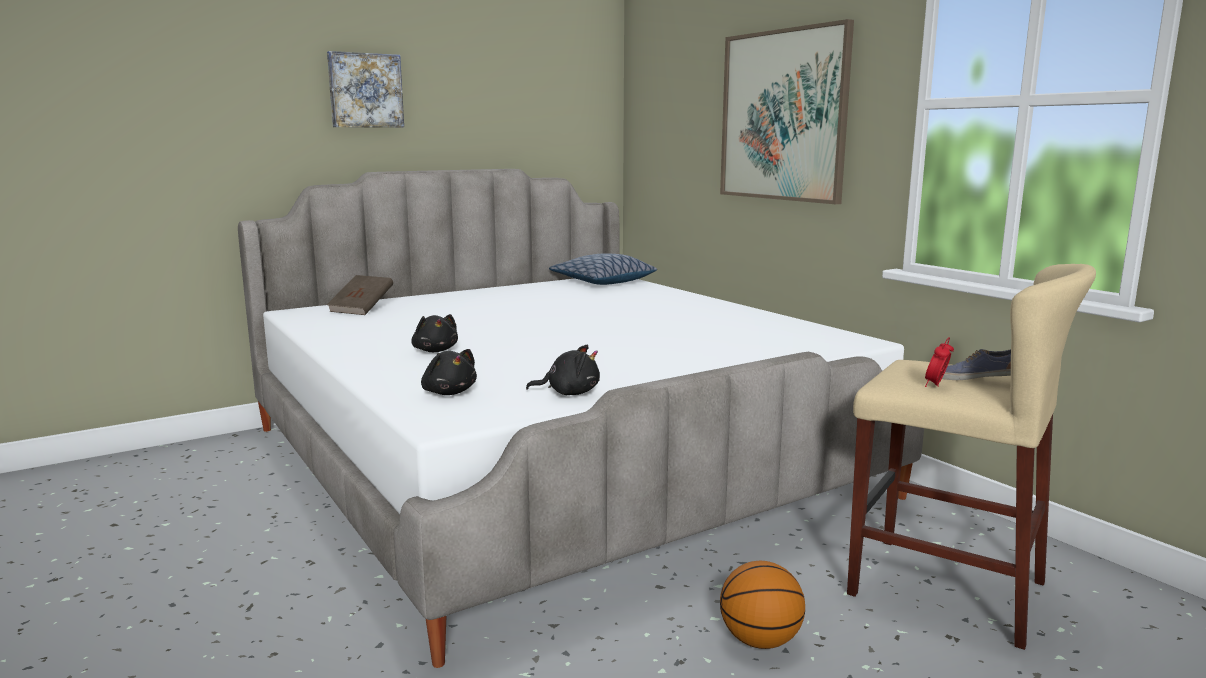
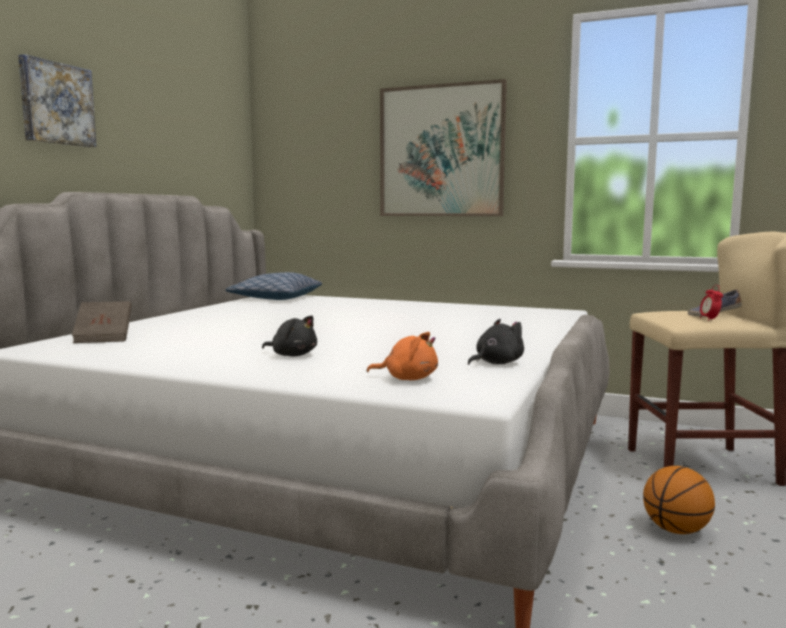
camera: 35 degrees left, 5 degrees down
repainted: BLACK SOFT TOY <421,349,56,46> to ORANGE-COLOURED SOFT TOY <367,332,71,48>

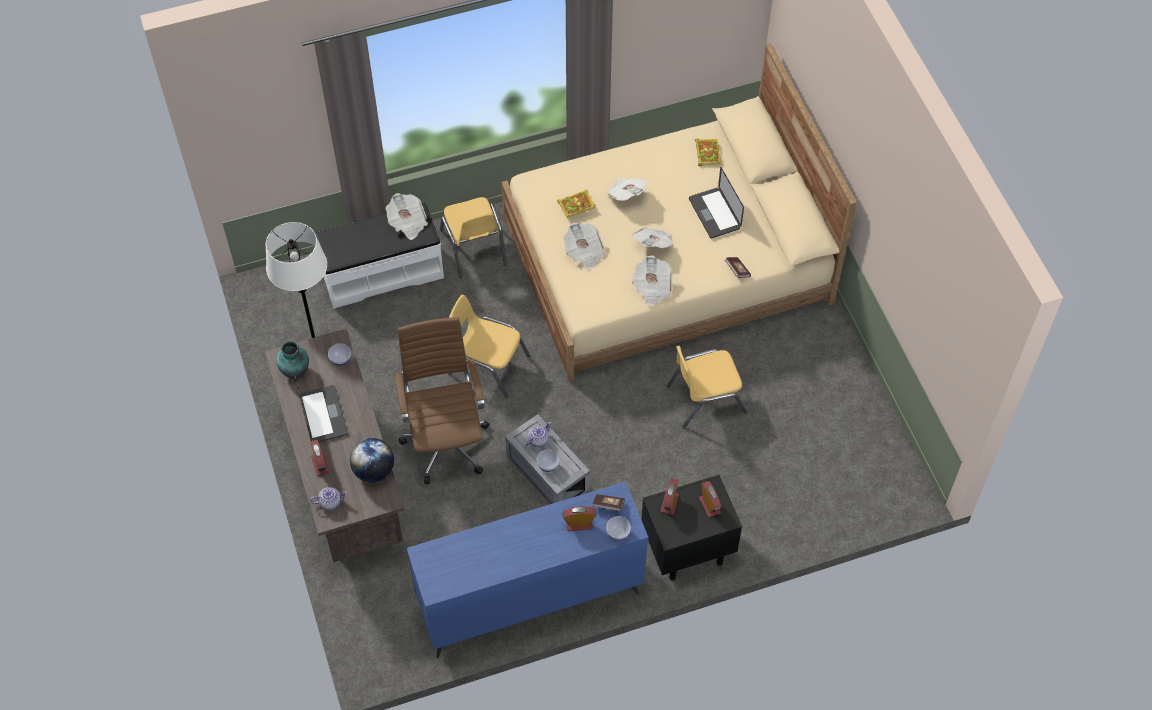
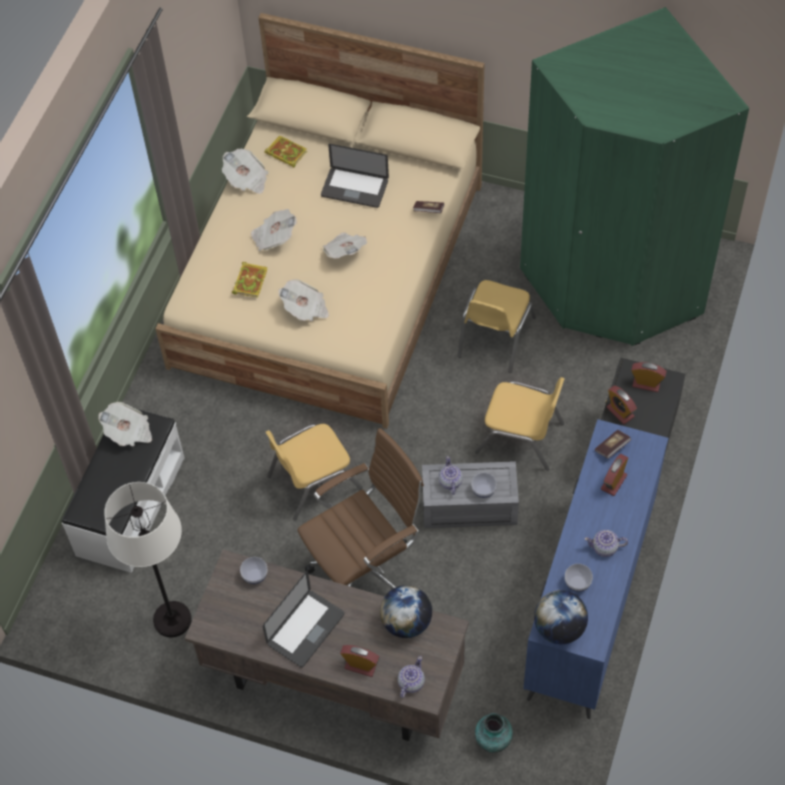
camera: 50 degrees left, 0 degrees up
new: GREEN CLOTHES CUPBOARD <520,7,229,339>; GLOBE <534,590,54,54>; TEAPOT <584,530,44,27>
shifted: PRINTED PAPER <632,256,41,50> to <222,149,46,45>; YELLOW-COLOURED CHAIR <440,197,67,81> to <475,377,90,94>; DECORATIVE VASE <276,341,33,38> to <475,713,38,40>; SERVING BOWL <606,516,25,25> to <565,564,28,28>
rotated: LAPTOP <294,375,54,67> = <263,571,81,97> 105 degrees clockwise; BROWNISH DESK CHAIR <395,317,94,167> = <298,428,126,161> 120 degrees clockwise

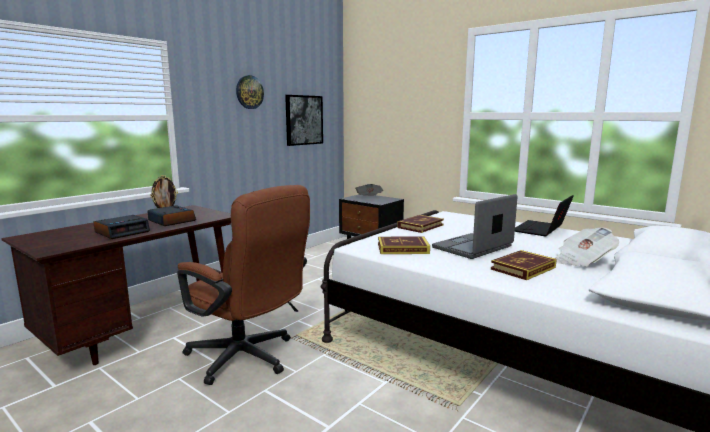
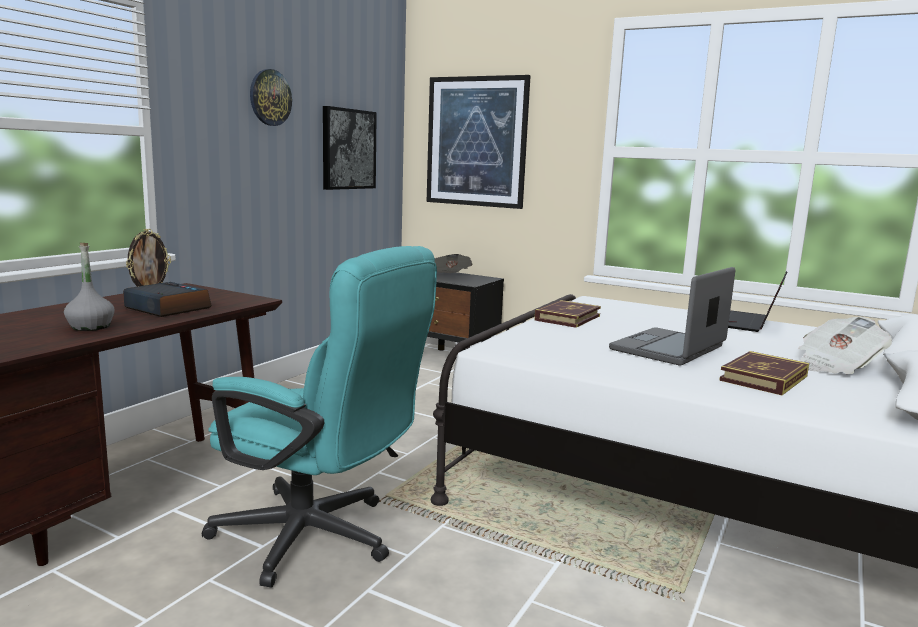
camera: 10 degrees left, 0 degrees up
gone: VOLUME <378,236,52,18>
new: WALL ART <427,75,104,134>
swapped: TABLE CLOCK <93,215,57,24> to GRAY DRINK BOTTLE <64,242,51,89>
repainted: BROWNISH DESK CHAIR <177,185,133,200> to TURQUOISE-COLOURED DESK CHAIR <202,246,235,342>

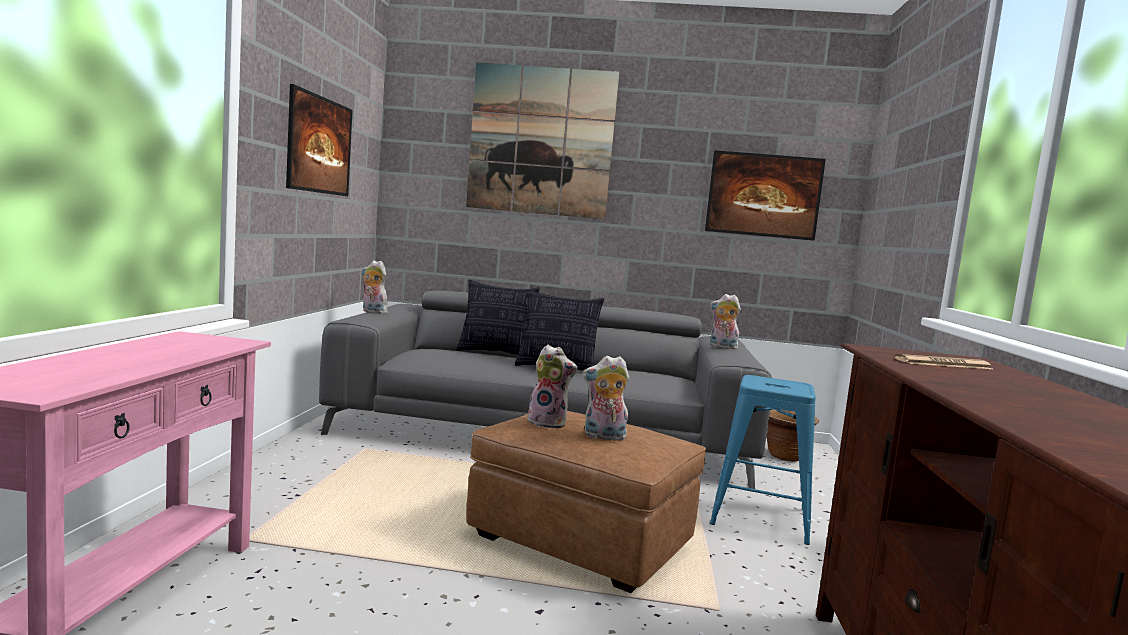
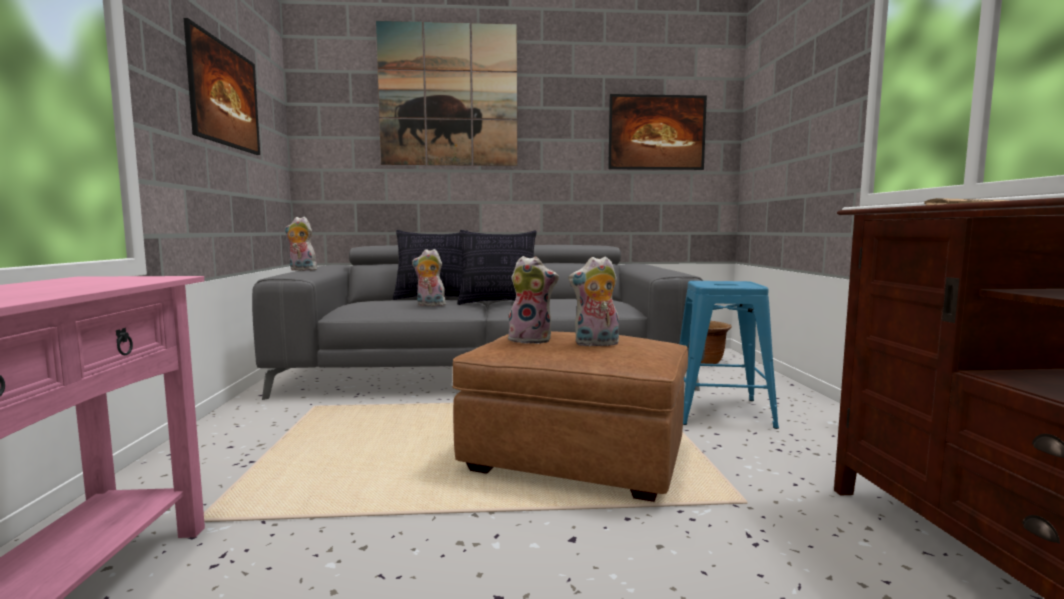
camera: 10 degrees left, 0 degrees up
shifted: SOFT TOY <710,294,31,55> to <412,249,35,57>

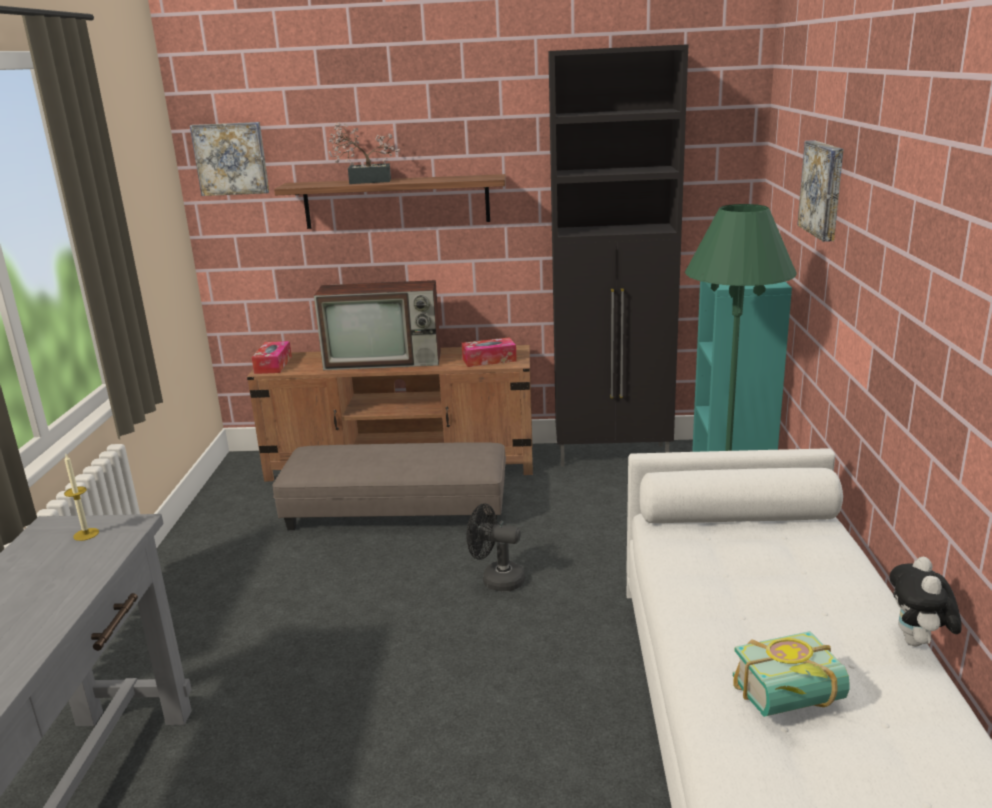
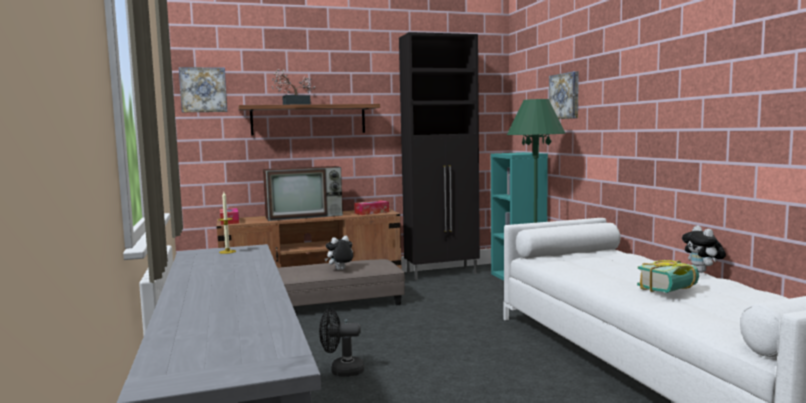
camera: 20 degrees left, 15 degrees down
new: SOFT TOY <325,236,28,34>
shifted: BLACK COOLING FAN <466,504,59,87> to <319,308,45,69>

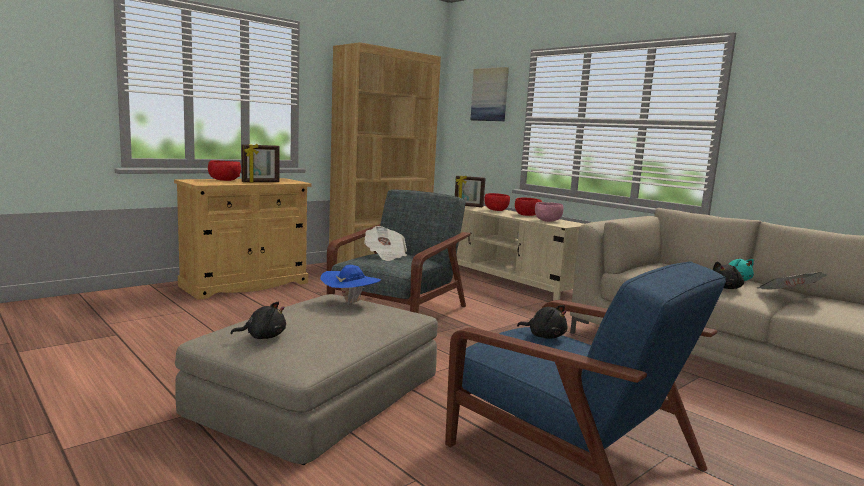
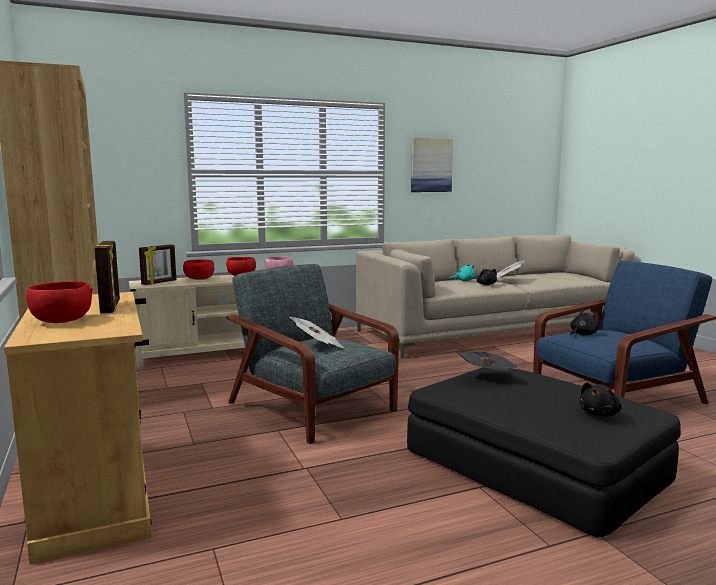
camera: 70 degrees left, 0 degrees up
shifted: WALL ART <470,67,39,54> to <411,138,42,54>
swapped: BLUE-COLOURED CLOTHING HAT <320,265,61,40> to PRINTED PAPER <456,352,61,18>
repainted: SAND-COLOURED POUFFE <175,294,263,171> to BLACK POUFFE <407,367,274,171>
rotated: BLACK SOFT TOY <230,302,56,37> = <579,382,43,34> 150 degrees counterclockwise

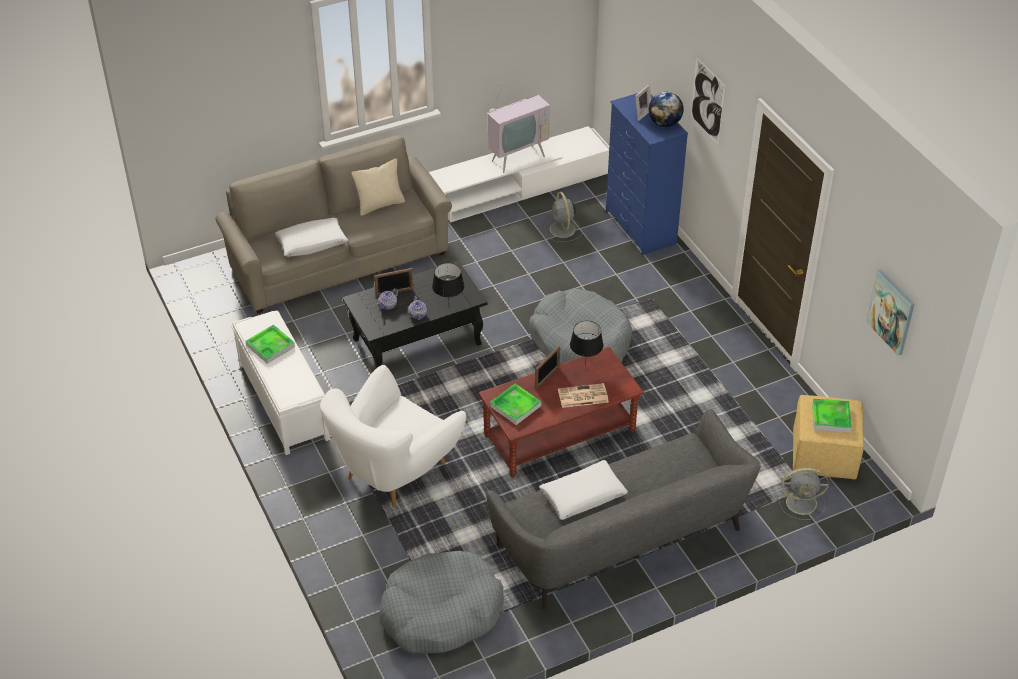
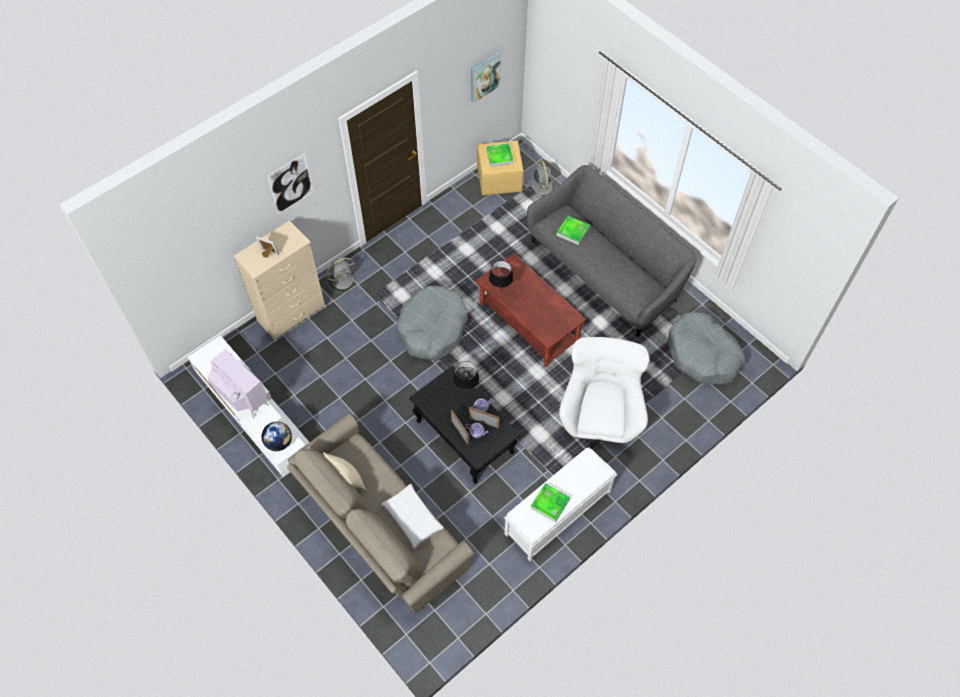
camera: 105 degrees left, 15 degrees up
gone: WHITISH CUSHION <539,460,89,60>; PRINTED PAPER <558,383,51,25>
shifted: GLOBE <648,92,36,35> to <262,421,30,30>; GRAY COOLING FAN <544,192,39,50> to <326,258,32,35>; PICTURE FRAME <535,345,25,45> to <469,407,31,22>; CARRYING TRAY <490,383,51,42> to <557,216,33,29>
repainted: BLUE-COLOURED CHEST OF DRAWERS <606,93,82,162> to SAND-COLOURED CHEST OF DRAWERS <234,220,92,121>
rotated: WHITISH ARMCHAIR <320,365,146,142> = <559,337,91,108> 105 degrees counterclockwise

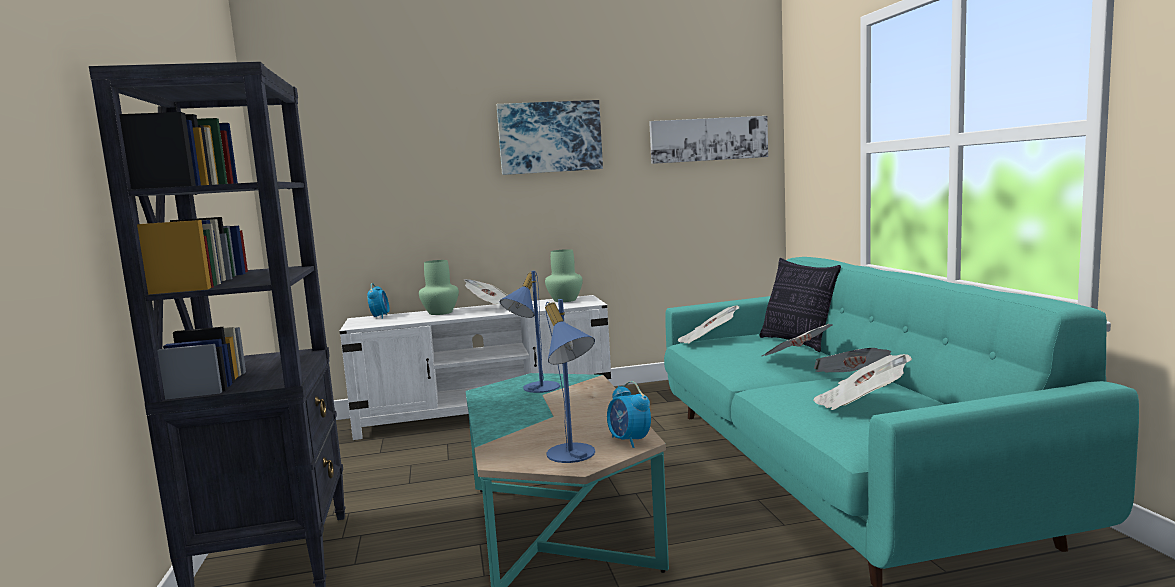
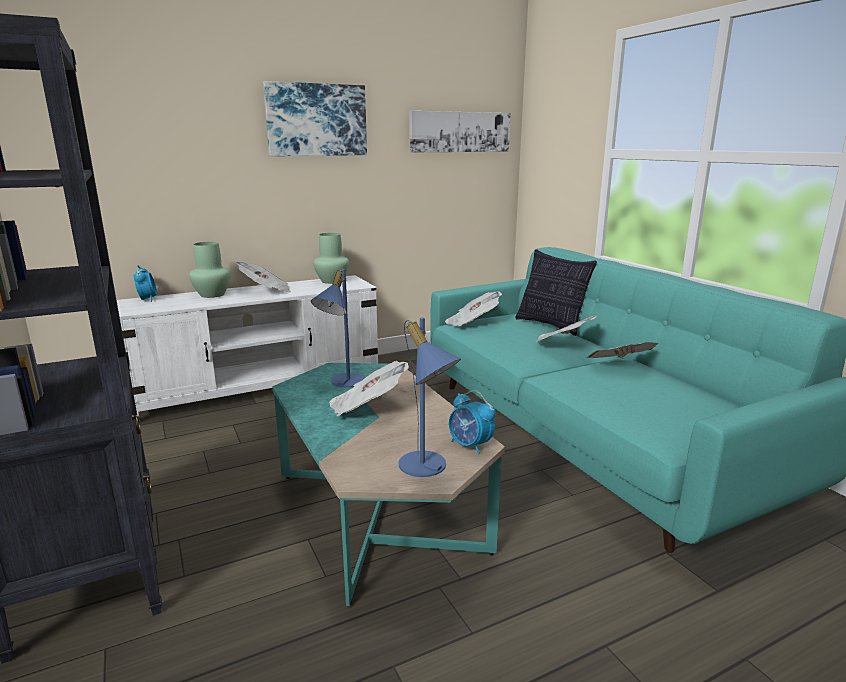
camera: 15 degrees left, 10 degrees up
shifted: PRINTED PAPER <813,354,99,56> to <329,361,80,56>

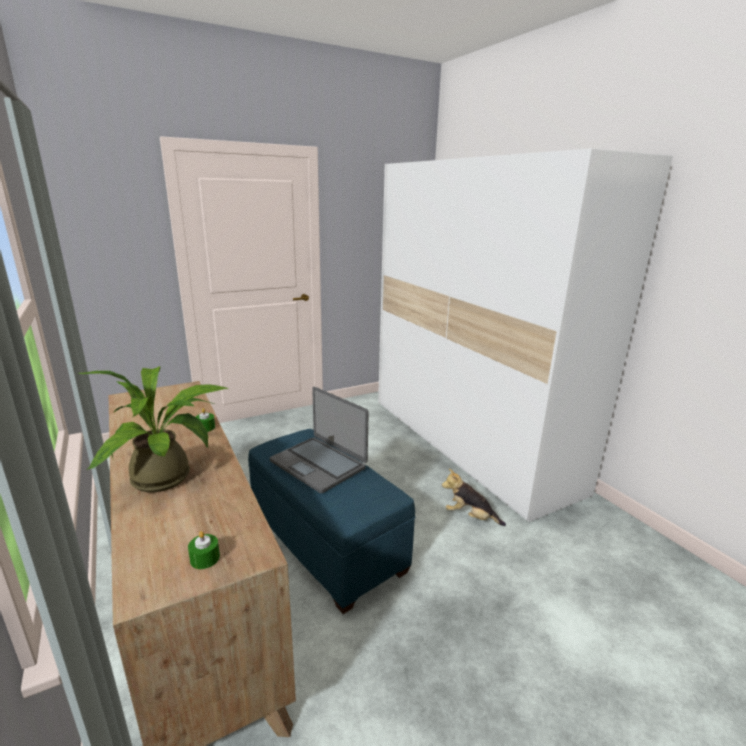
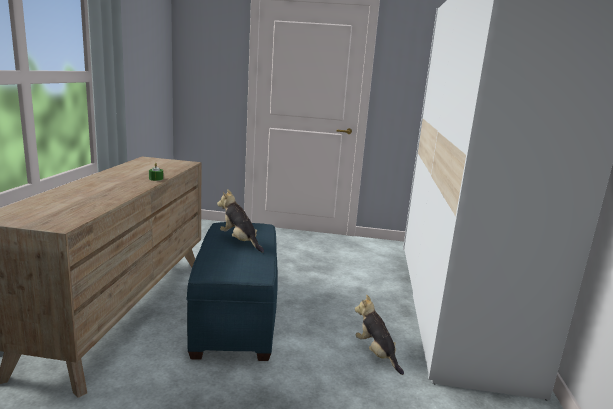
camera: 35 degrees right, 5 degrees down
gone: PLANT IN A POT <78,366,151,126>; GREEN WAX CANDLE <188,531,32,38>
swapped: LAPTOP <270,387,99,106> to SOFT TOY <217,189,47,63>

